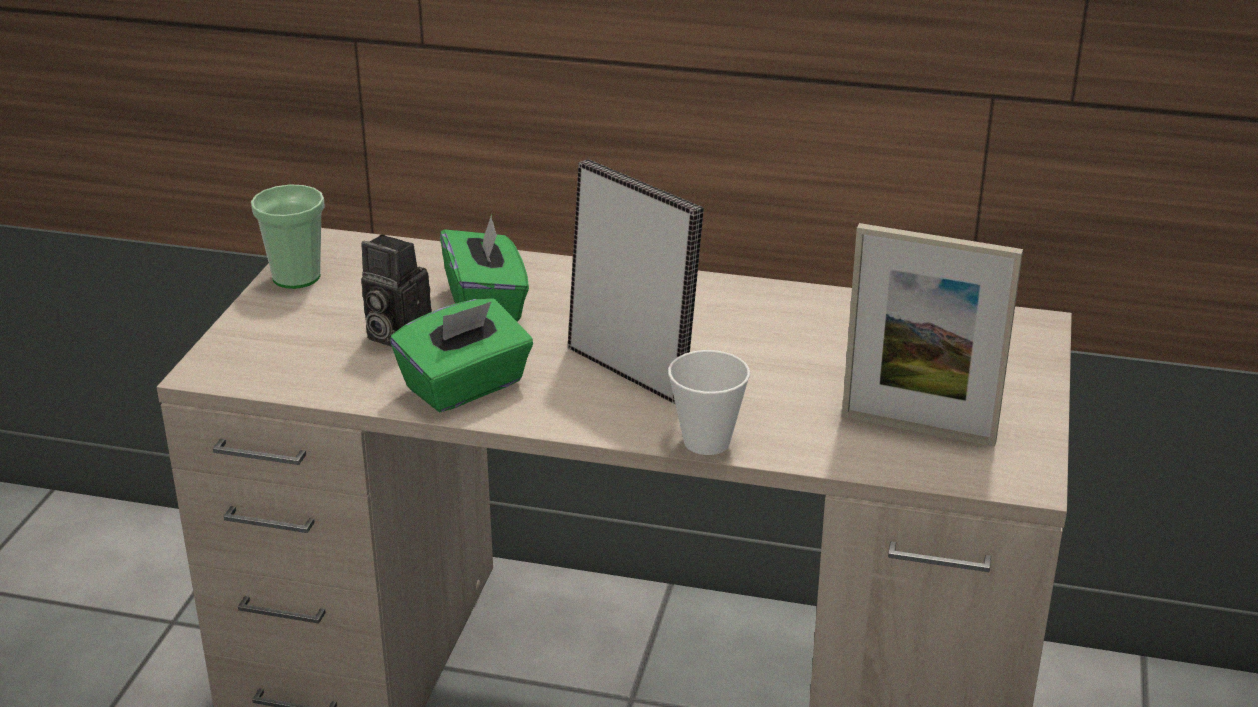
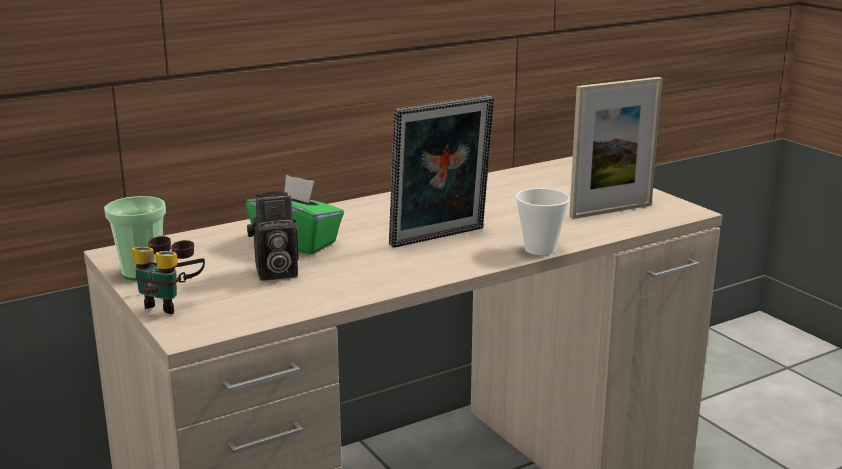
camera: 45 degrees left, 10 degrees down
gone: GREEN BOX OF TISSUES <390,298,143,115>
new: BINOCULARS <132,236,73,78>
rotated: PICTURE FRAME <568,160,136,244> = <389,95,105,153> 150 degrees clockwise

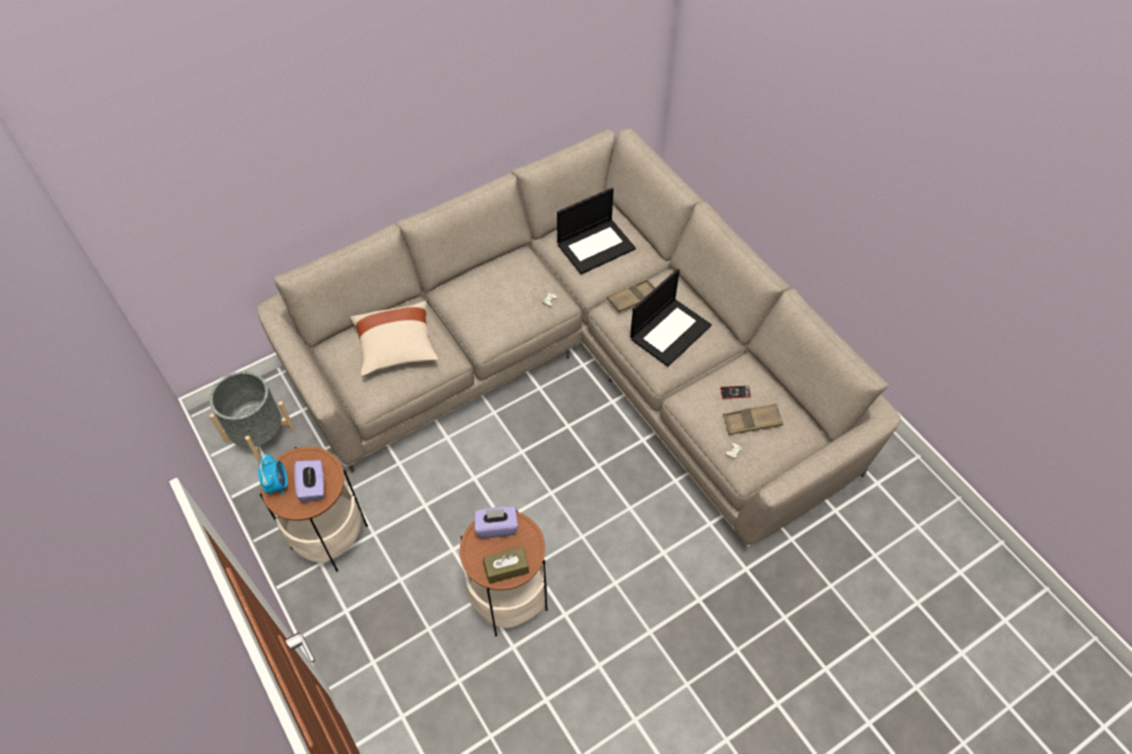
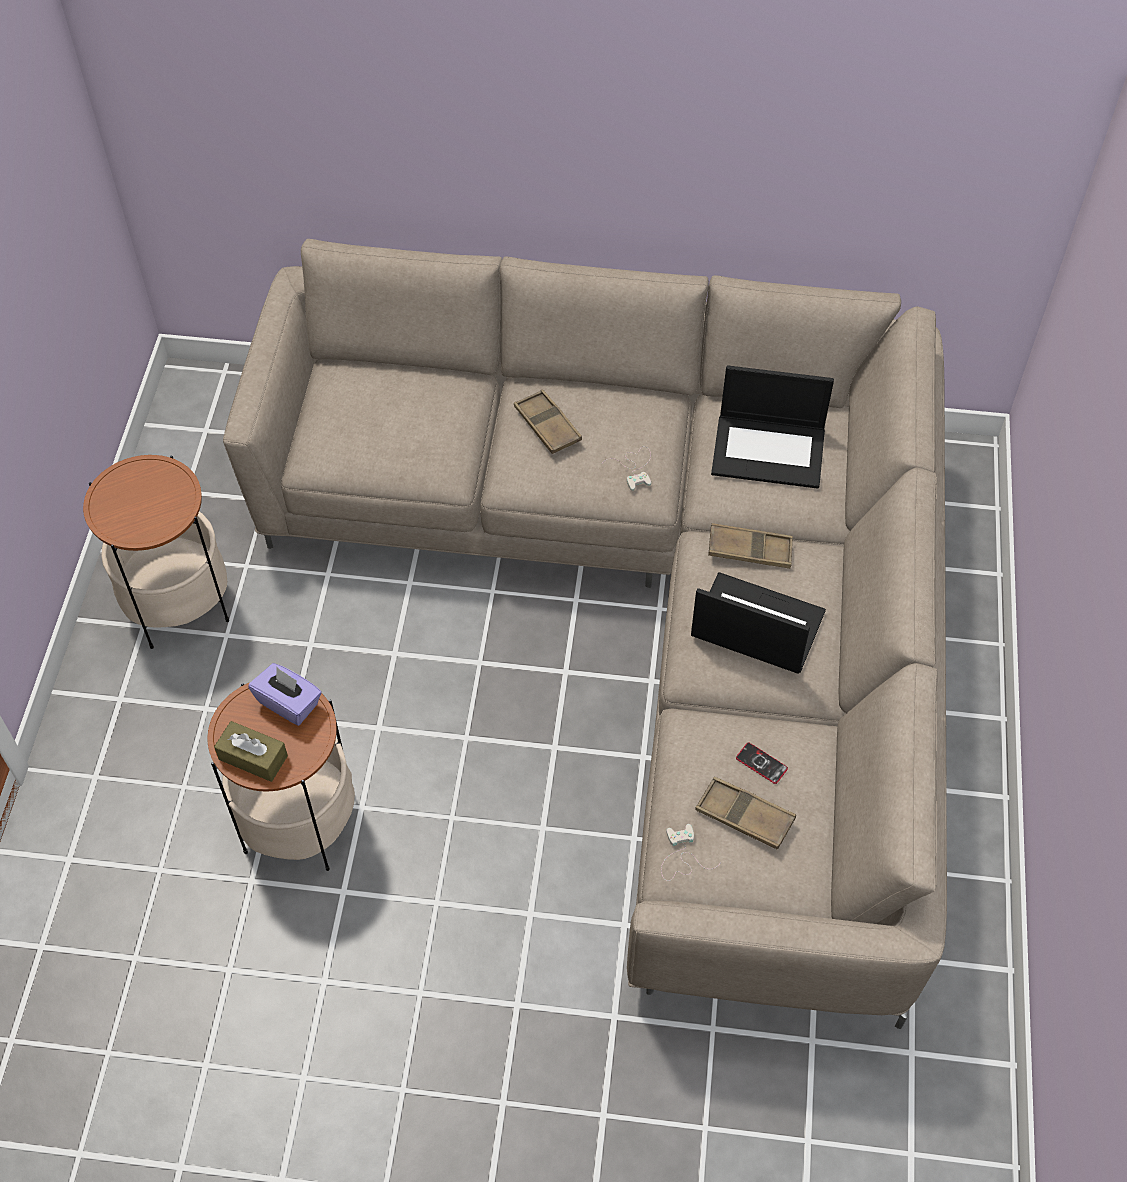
camera: 40 degrees right, 0 degrees up
gone: GRAY PLANT POT <209,371,86,93>; TABLE CLOCK <258,454,30,42>; PURPLE-COLOURED BOX OF TISSUES <294,460,30,43>; SAND-COLOURED CUSHION <350,301,88,75>
new: BROWNISH CARRYING TRAY <514,390,68,64>
rotated: LAPTOP <630,269,82,98> = <691,572,135,102> 150 degrees counterclockwise

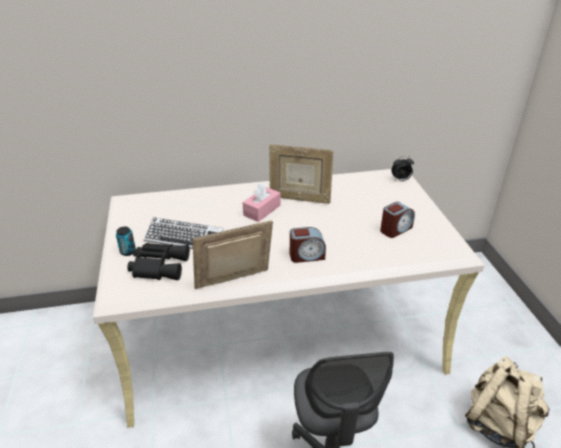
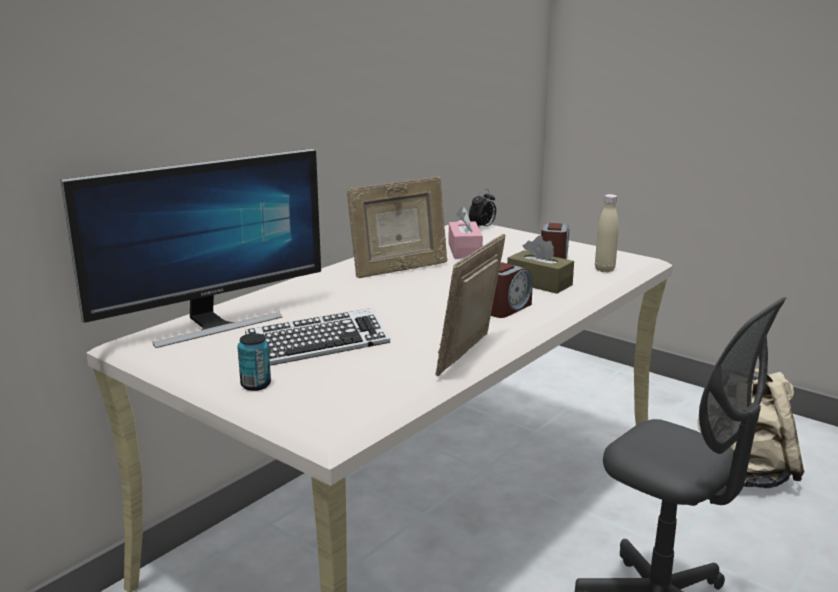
camera: 40 degrees left, 15 degrees down
gone: BLACK BINOCULARS <127,243,63,37>
new: MONITOR <60,148,261,200>; BROWNISH BOX OF TISSUES <507,235,67,59>; SAND-COLOURED DRINK BOTTLE <595,194,24,78>
shifted: PINKISH BOX OF TISSUES <243,183,37,39> to <448,207,35,52>

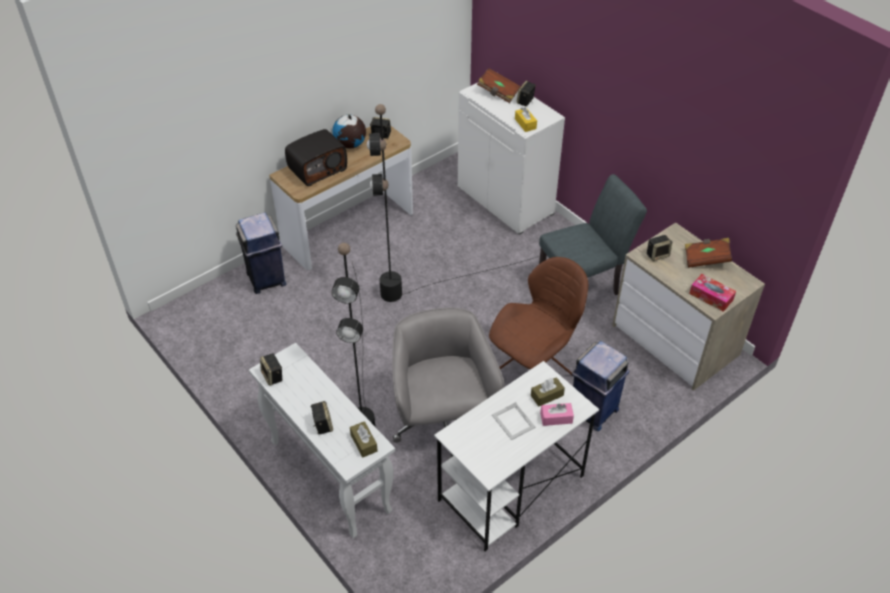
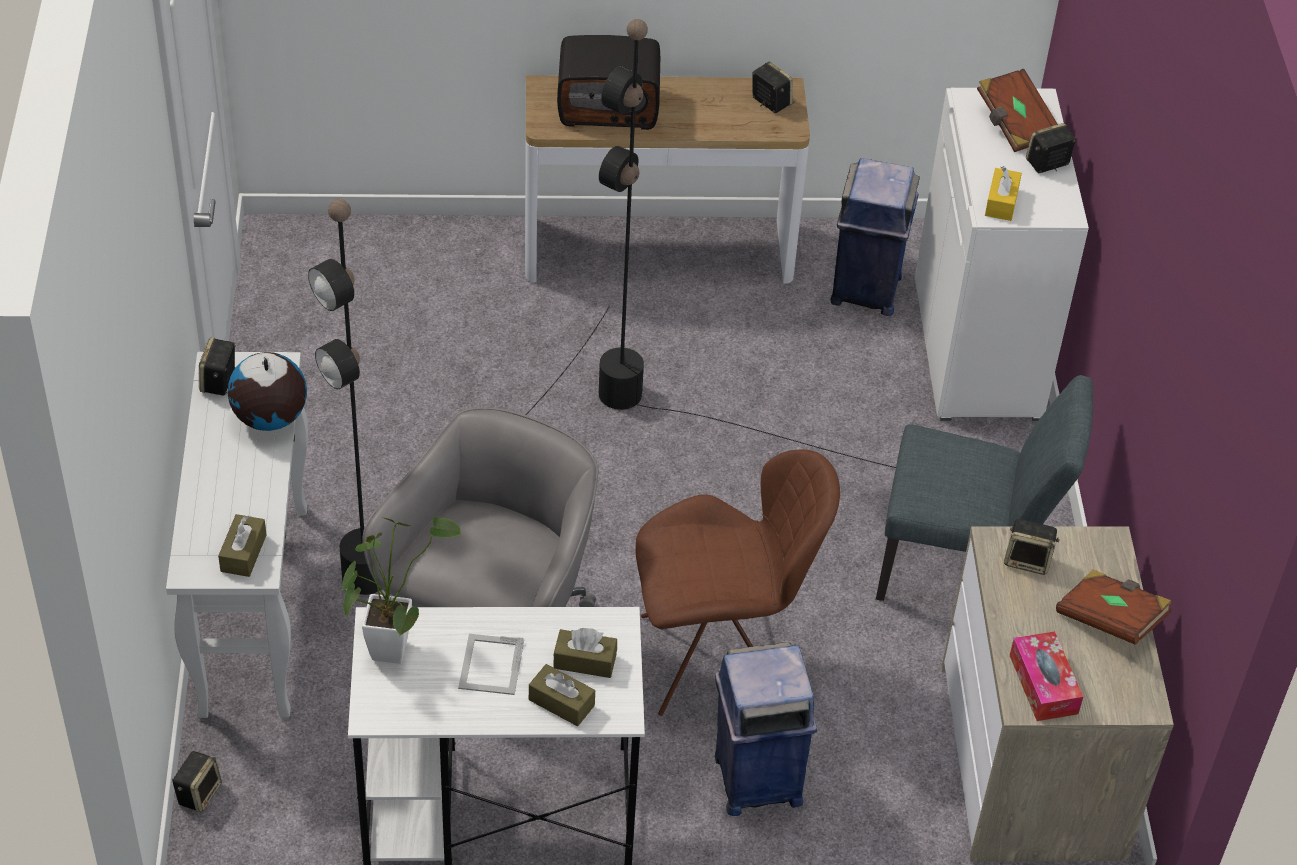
camera: 35 degrees right, 0 degrees up
new: PLANT IN A POT <341,517,121,147>
shifted: AUDIO SPEAKER <310,401,23,34> to <172,751,50,62>; GLOBE <332,114,34,35> to <228,352,79,79>; BLUE-COLOURED RUBBISH BIN <236,213,50,81> to <830,158,90,158>
repainted: PINKISH BOX OF TISSUES <540,403,34,23> to BROWNISH BOX OF TISSUES <529,664,66,62>

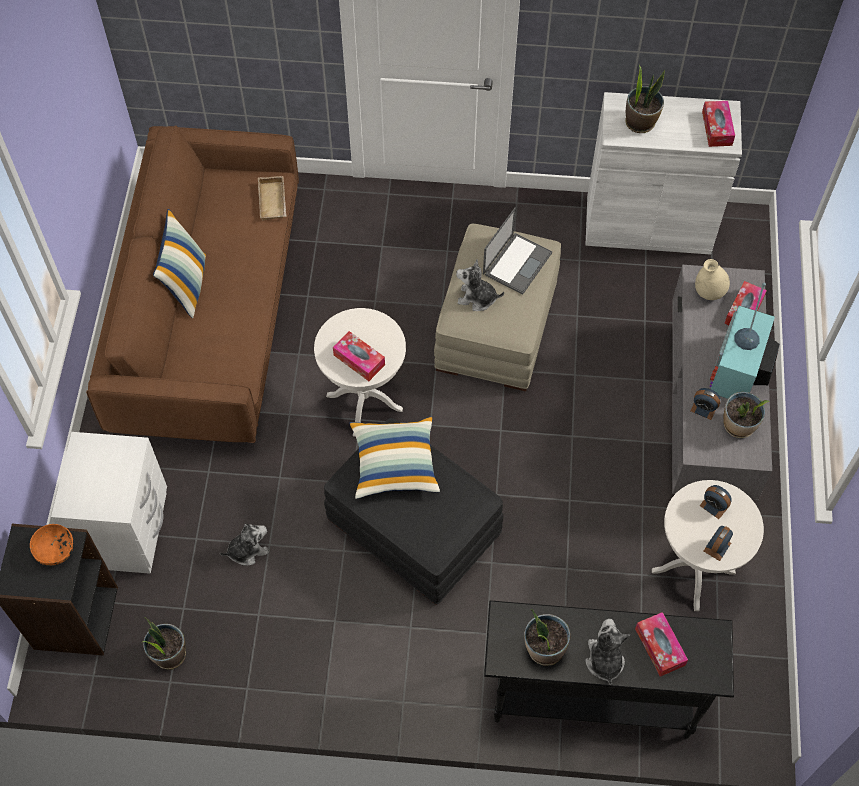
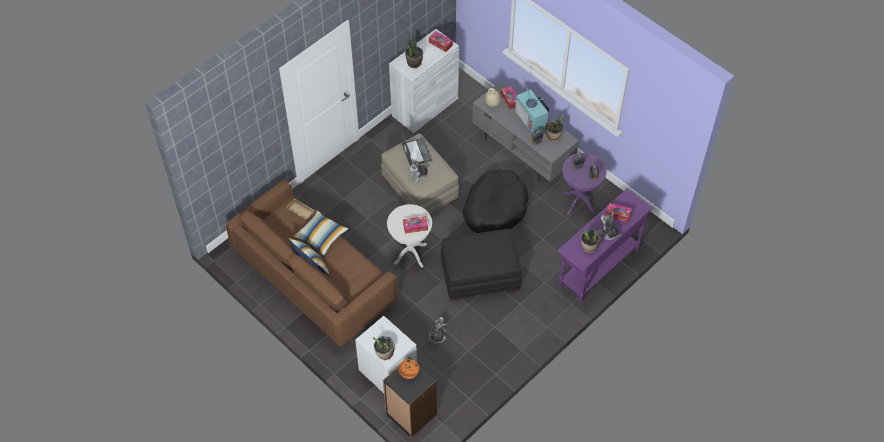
camera: 50 degrees left, 5 degrees down
new: BLACK DOG CUSHION <462,169,67,64>
shifted: CUSHION <350,416,90,83> to <292,210,56,46>; PLANT IN A POT <143,617,43,52> to <373,336,21,24>
repainted: BLACK NARROW TABLE <484,600,250,139> to PURPLE-COLOURED NARROW TABLE <557,189,96,115>; WHITISH SIDE TABLE <652,480,112,131> to PURPLE-COLOURED SIDE TABLE <562,153,44,62>

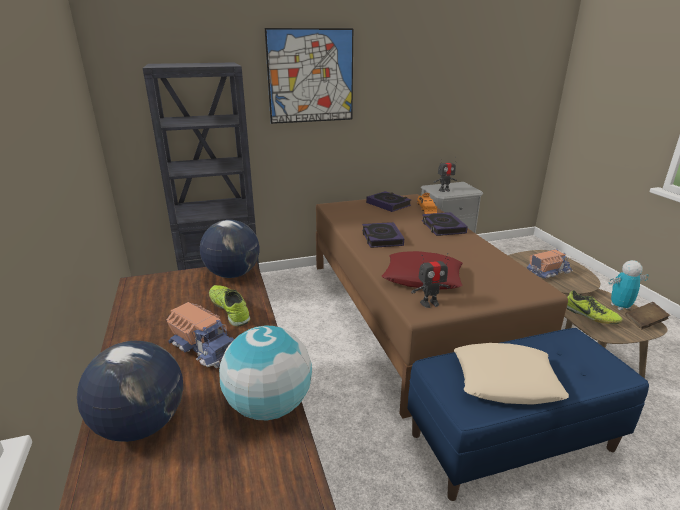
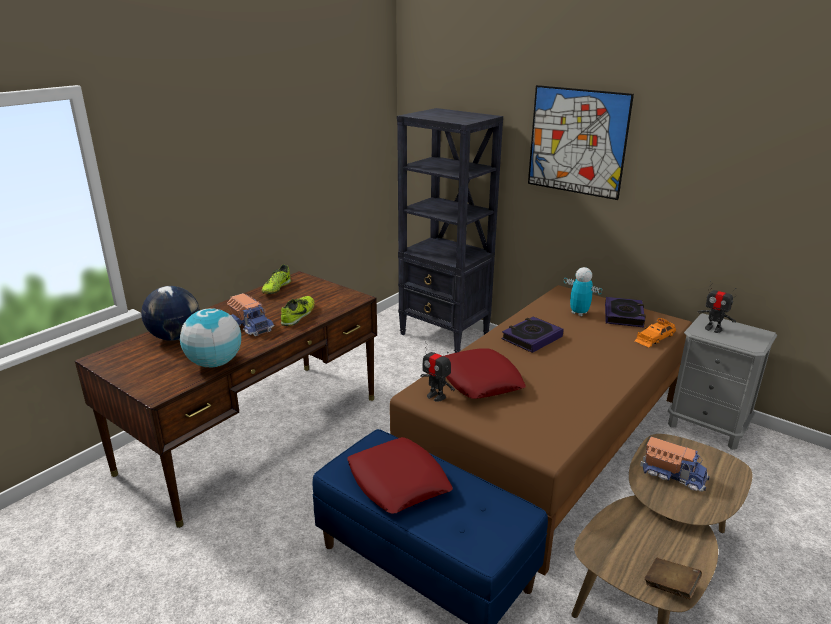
camera: 55 degrees right, 0 degrees up
gone: GLOBE <200,220,60,58>; VOLUME <422,212,46,24>
shifted: SHOE <566,290,57,34> to <262,265,29,29>; ROBOT FIGURE <609,260,40,50> to <564,267,38,49>
repainted: SAND-COLOURED CUSHION <454,343,115,62> to REDDISH CUSHION <347,437,106,77>
rotated: TOY TRUCK <167,302,67,66> = <227,293,48,43> 45 degrees counterclockwise

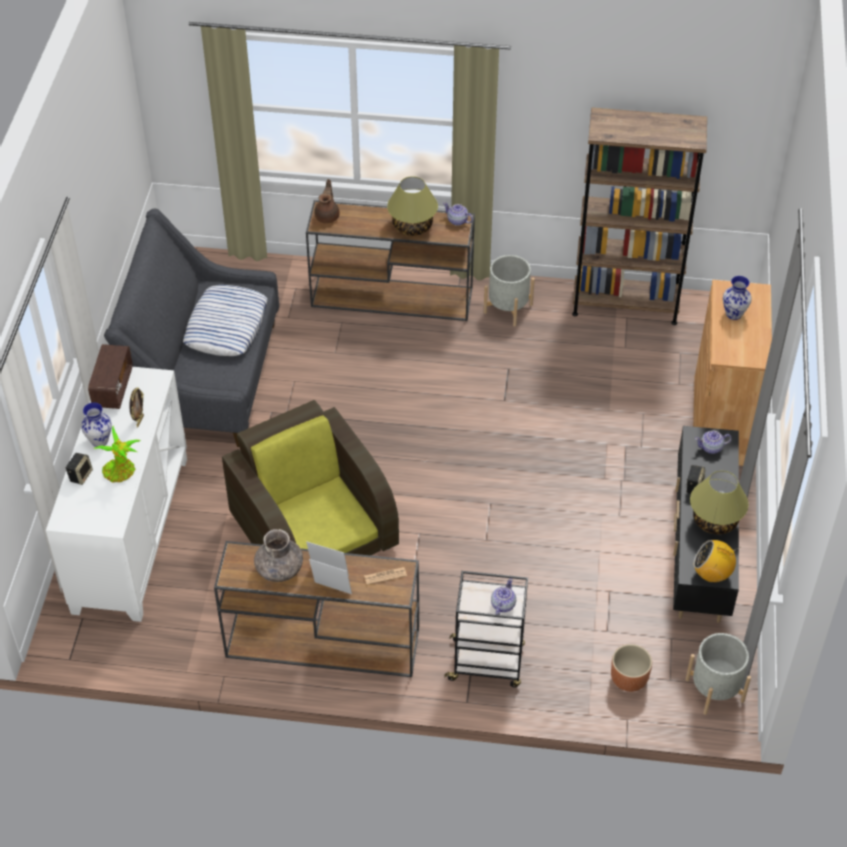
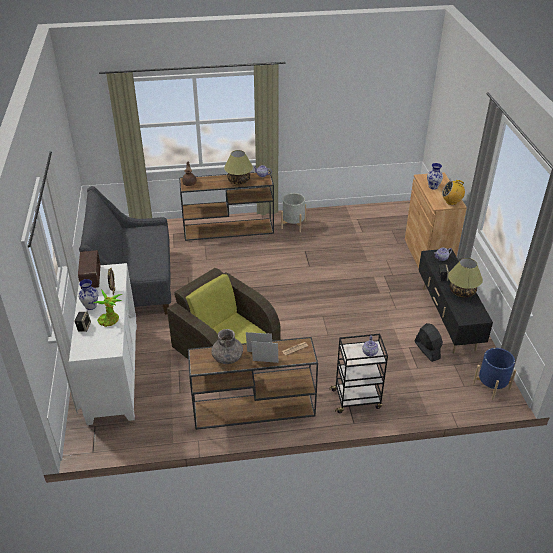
camera: 15 degrees left, 10 degrees down
gone: CUSHION <183,285,85,71>; BROWNISH BOOKSHELF <572,107,135,218>; BROWNISH PLANT POT <611,644,41,48>
new: BLACK COOLING FAN <415,323,28,39>
shifted: RADIO RECEIVER <693,540,48,43> to <442,180,23,25>
repainted: GRAY PLANT POT <685,633,66,82> to BLUE-COLOURED PLANT POT <473,348,43,52>

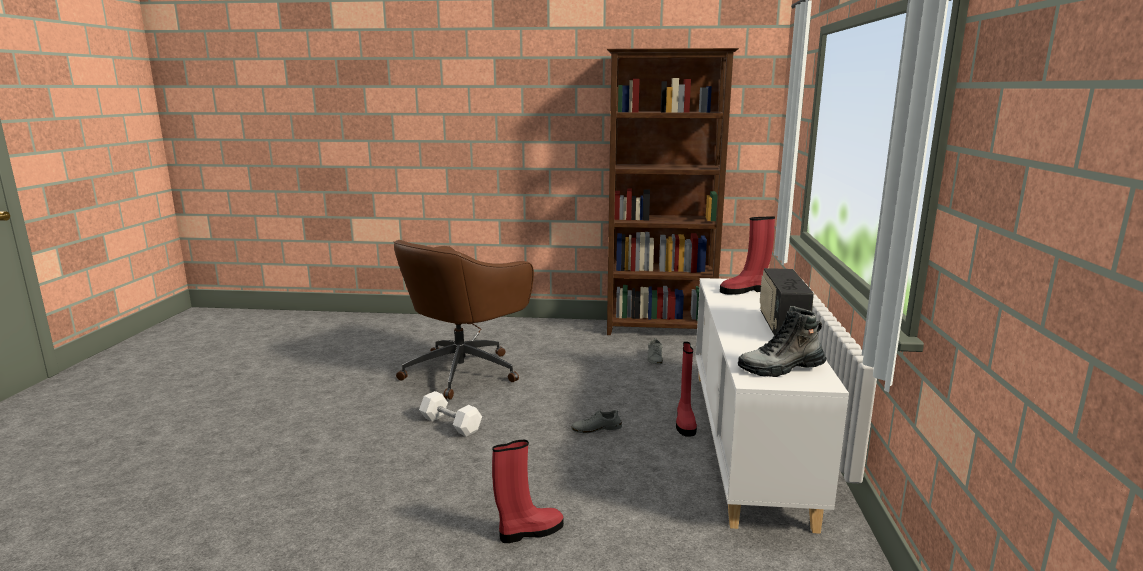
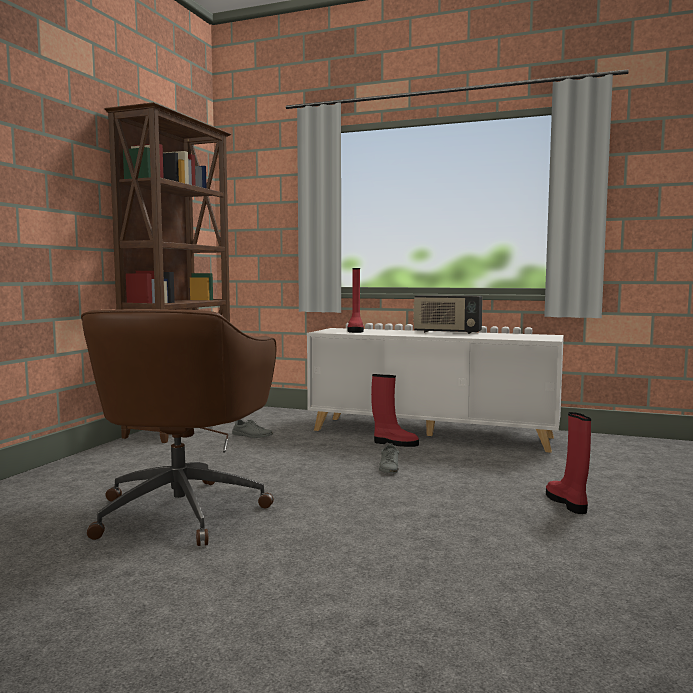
camera: 75 degrees left, 10 degrees down
gone: WHITISH HAND WEIGHT <419,391,63,46>; TALL BOOT <738,306,88,71>
rotated: BROWNISH DESK CHAIR <394,240,140,159> = <81,309,195,237> 45 degrees clockwise

